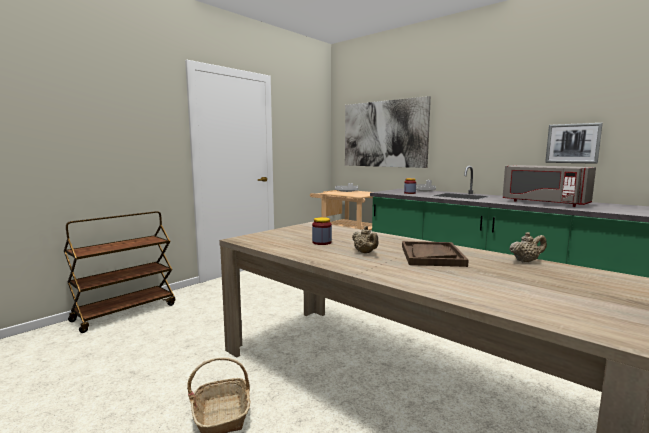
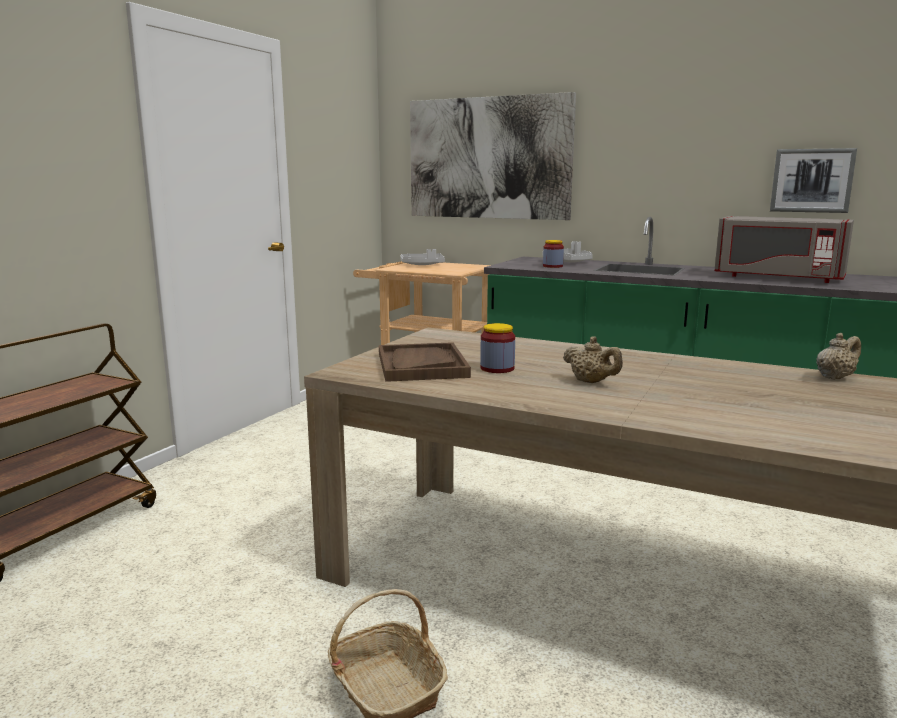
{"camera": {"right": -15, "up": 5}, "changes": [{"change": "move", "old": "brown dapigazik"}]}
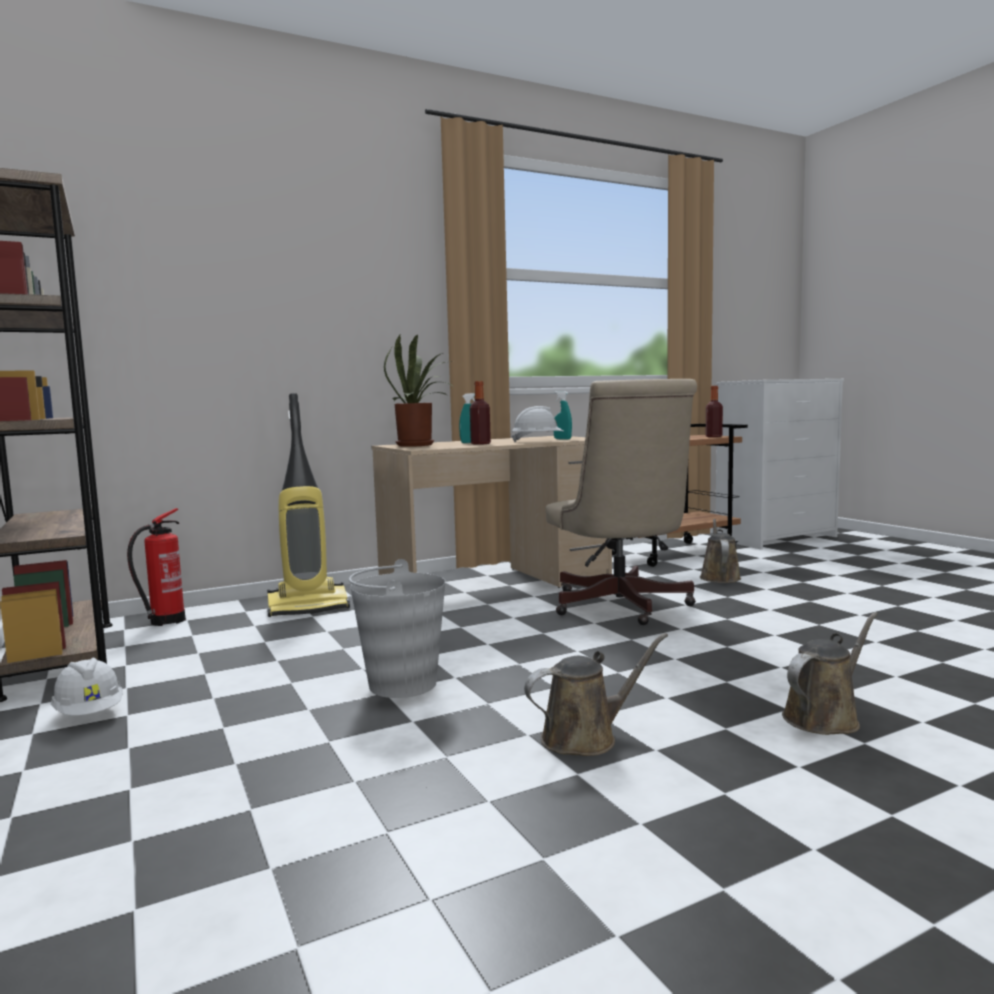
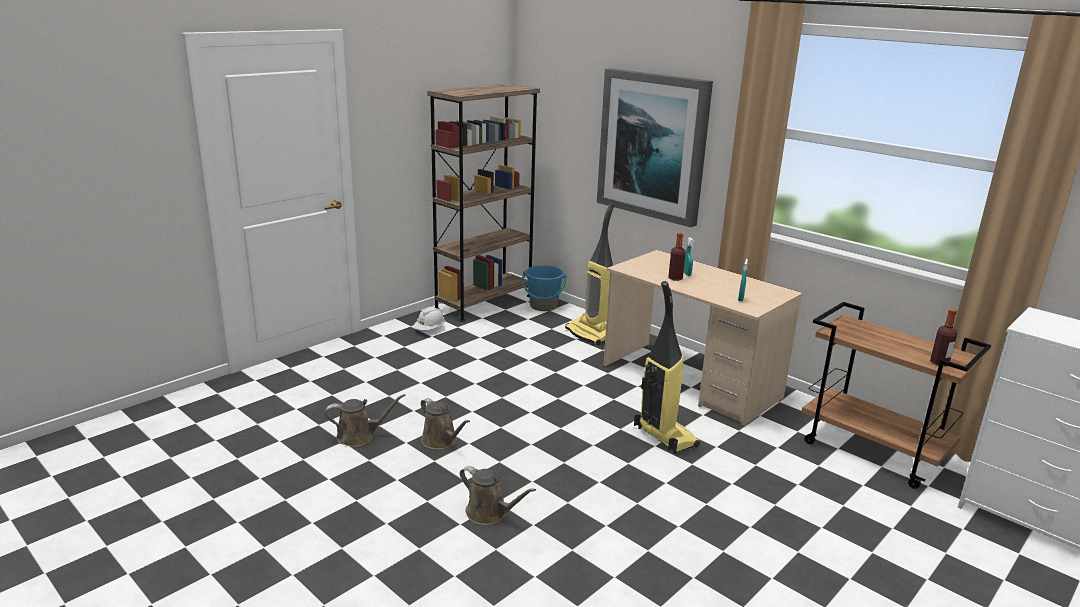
{"camera": {"right": 70, "up": 15}, "changes": [{"change": "delete", "old": "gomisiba"}, {"change": "replace", "old": "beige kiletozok", "new": "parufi (2nd from left)"}, {"change": "delete", "old": "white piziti (2nd from left)"}, {"change": "replace", "old": "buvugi", "new": "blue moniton"}, {"change": "move", "old": "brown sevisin (2nd from left in the first image)", "new": "brown sevisin (1st from left)"}, {"change": "delete", "old": "grey moniton"}, {"change": "insert", "new": "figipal"}]}
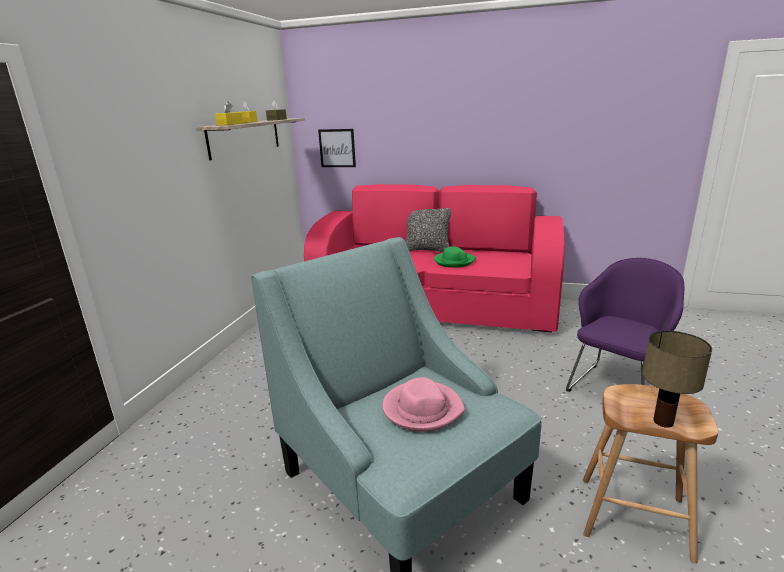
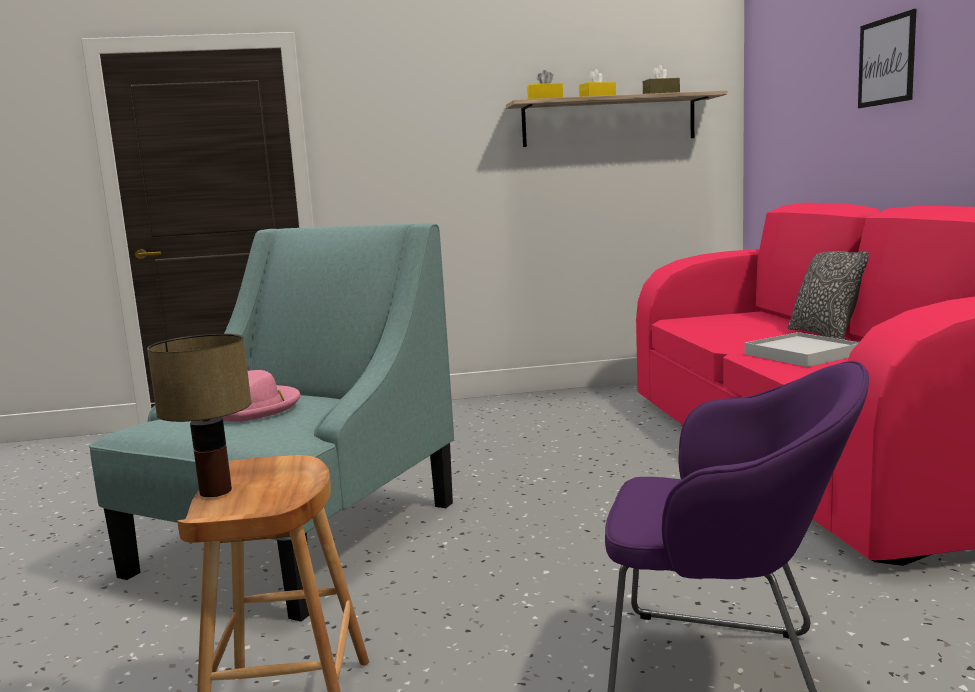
{"camera": {"right": 65, "up": -10}, "changes": [{"change": "move", "old": "figipal"}, {"change": "replace", "old": "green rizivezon", "new": "white dapigazik"}]}
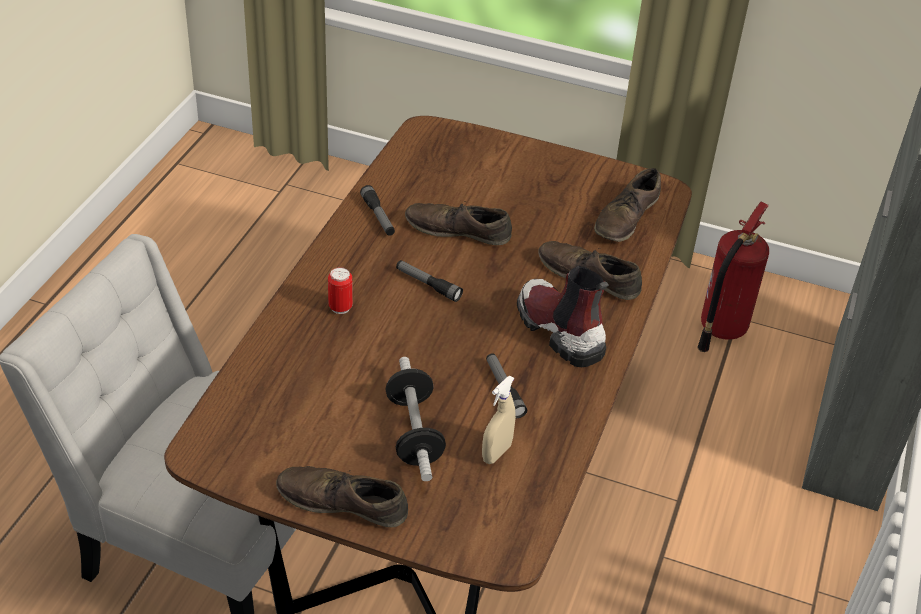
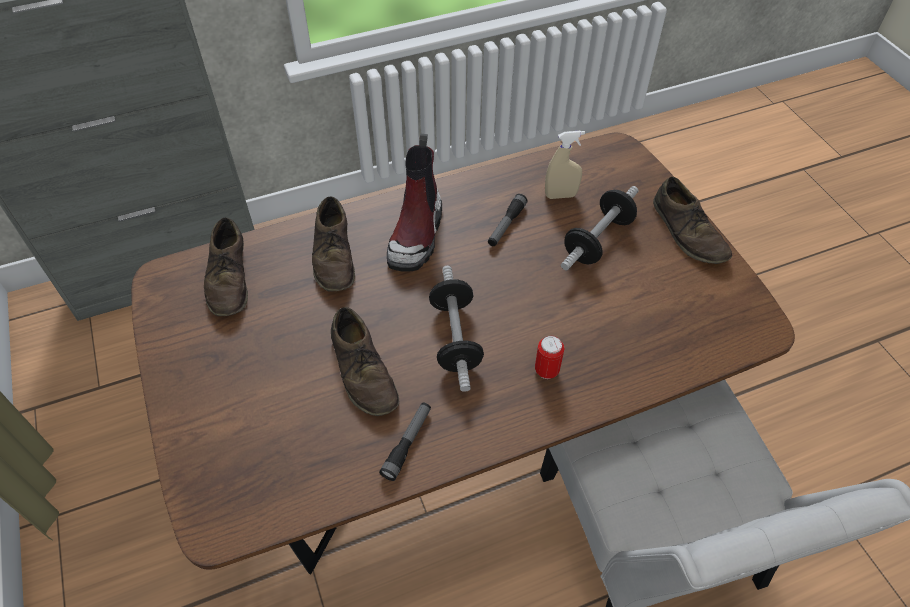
{"camera": {"right": -130, "up": 10}, "changes": [{"change": "rotate", "old": "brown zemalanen (4th from left in the first image)", "degrees": 90}, {"change": "delete", "old": "buvugi"}, {"change": "replace", "old": "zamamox (2nd from left)", "new": "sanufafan (1st from left)"}]}
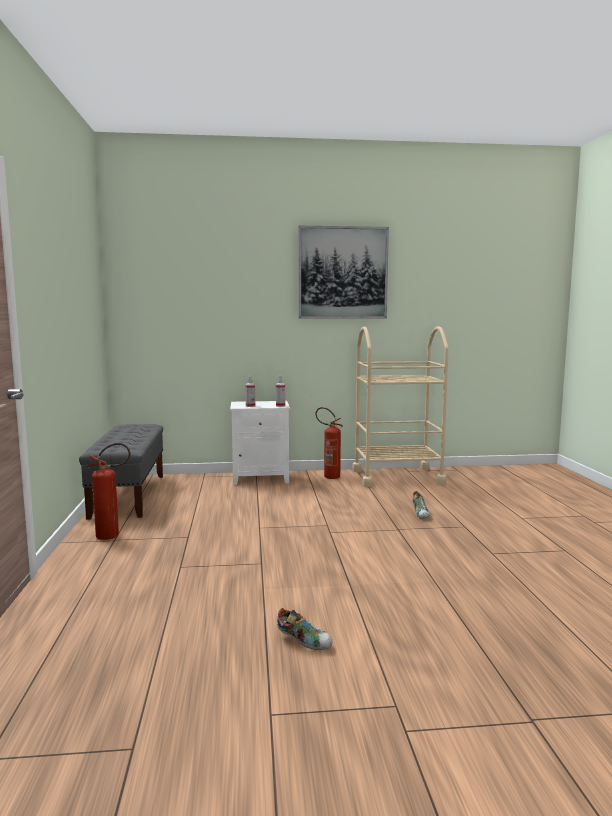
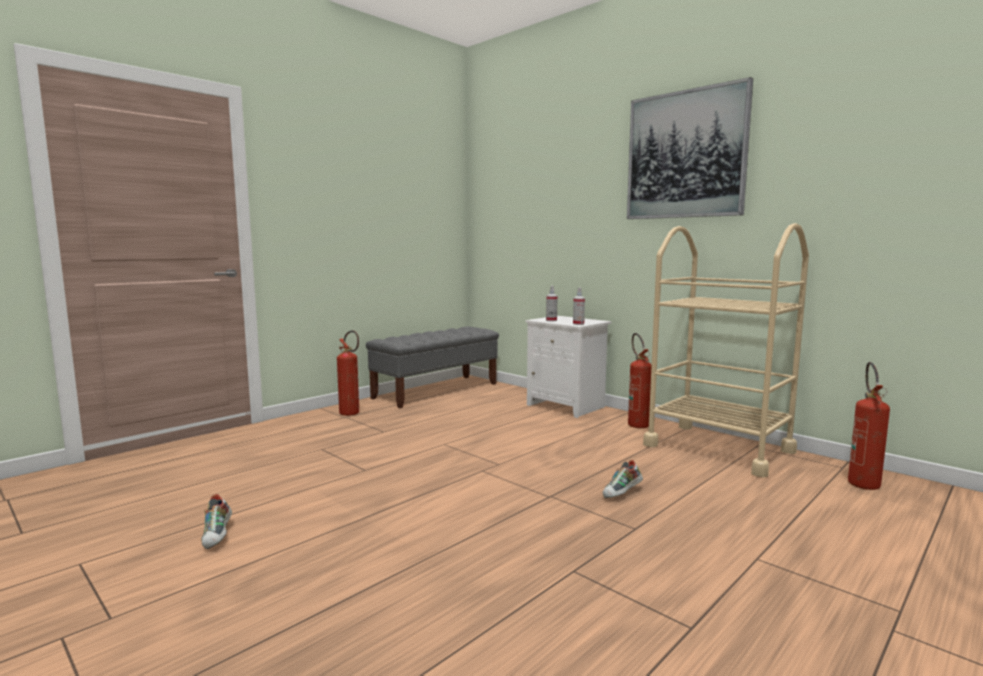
{"camera": {"right": 50, "up": 0}, "changes": [{"change": "insert", "new": "buvugi (3rd from left)"}]}
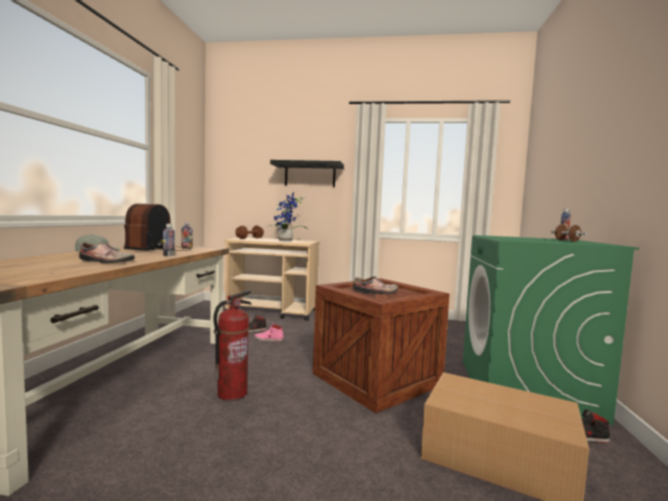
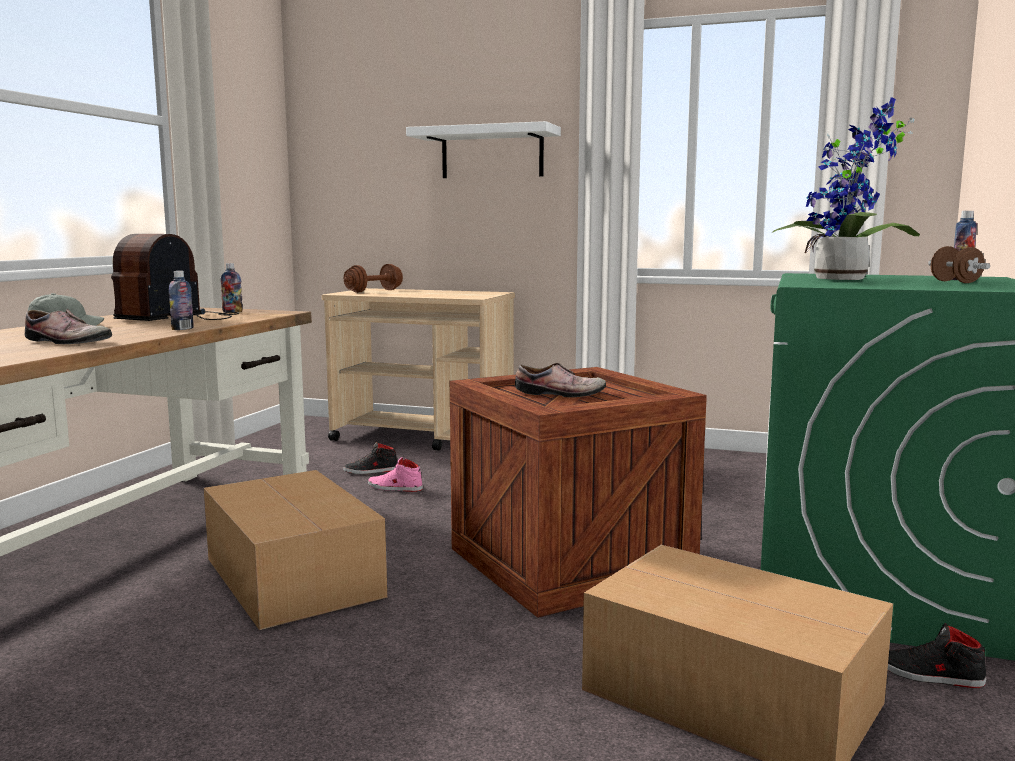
{"camera": {"right": 10, "up": 5}, "changes": [{"change": "recolor", "old": "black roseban", "new": "white roseban"}, {"change": "move", "old": "gomisiba"}, {"change": "replace", "old": "buvugi", "new": "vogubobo (1st from left)"}]}
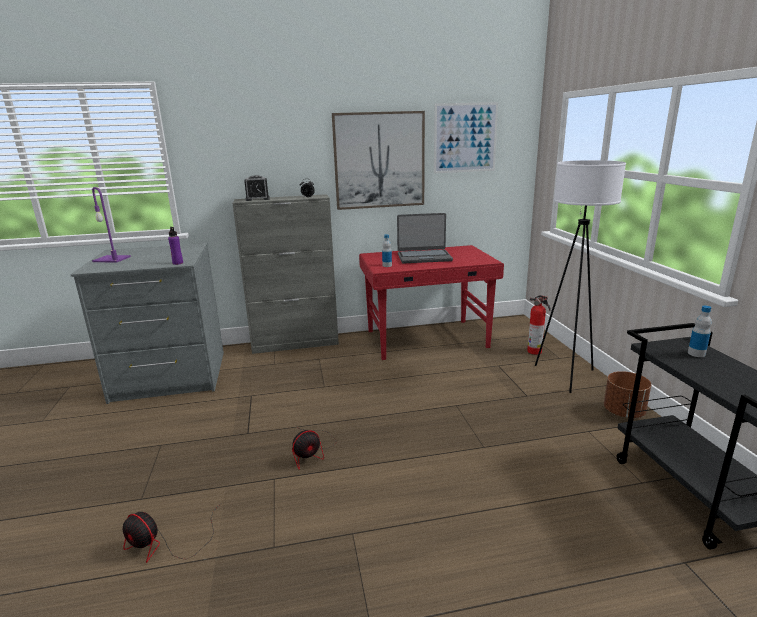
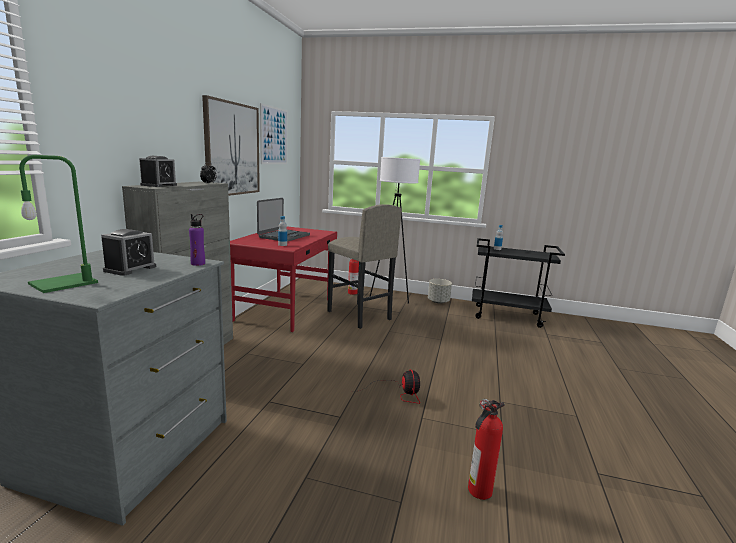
{"camera": {"right": -65, "up": -5}, "changes": [{"change": "recolor", "old": "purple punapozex", "new": "green punapozex"}, {"change": "recolor", "old": "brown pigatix", "new": "grey pigatix"}, {"change": "replace", "old": "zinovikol (1st from left)", "new": "buvugi (2nd from left)"}, {"change": "insert", "new": "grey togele"}, {"change": "insert", "new": "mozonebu (1st from left)"}]}
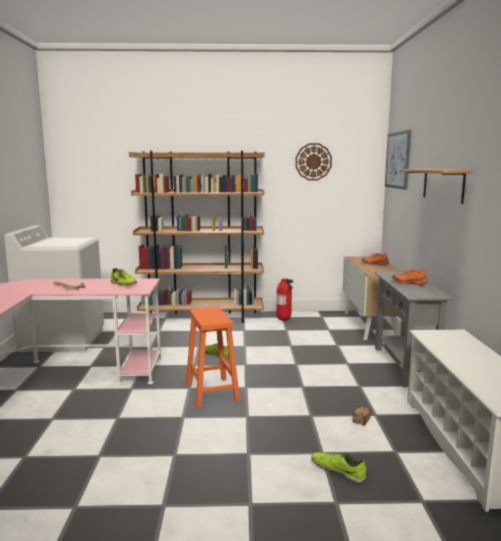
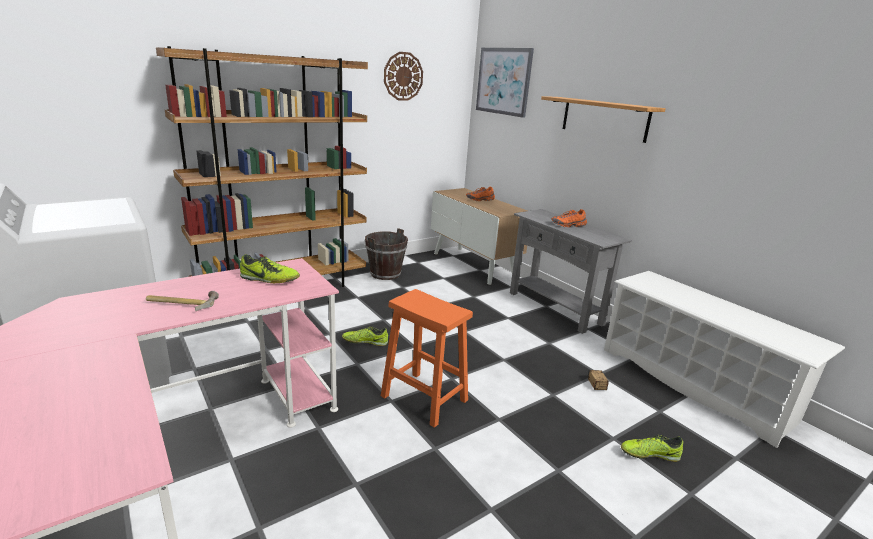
{"camera": {"right": -35, "up": 10}, "changes": [{"change": "replace", "old": "buvugi", "new": "brown moniton"}]}
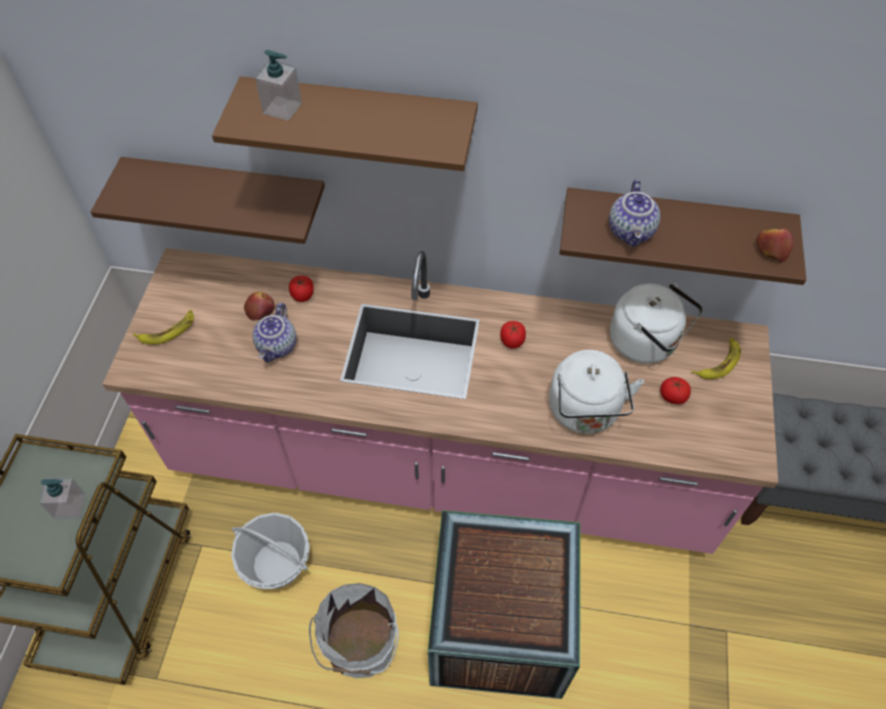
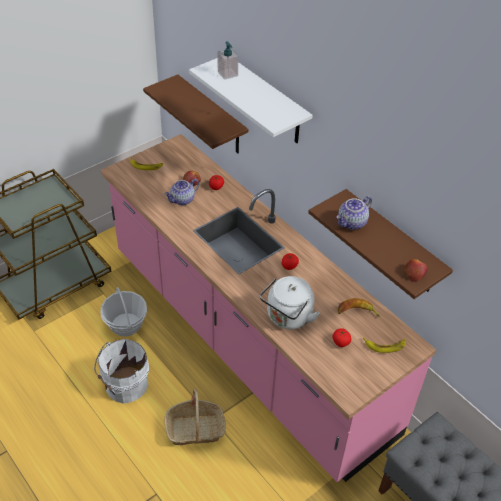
{"camera": {"right": 40, "up": -10}, "changes": [{"change": "recolor", "old": "brown roseban (2nd from left)", "new": "white roseban"}, {"change": "replace", "old": "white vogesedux (2nd from left)", "new": "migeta (2nd from left)"}, {"change": "delete", "old": "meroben (1st from left)"}, {"change": "replace", "old": "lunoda", "new": "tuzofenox (2nd from left)"}]}
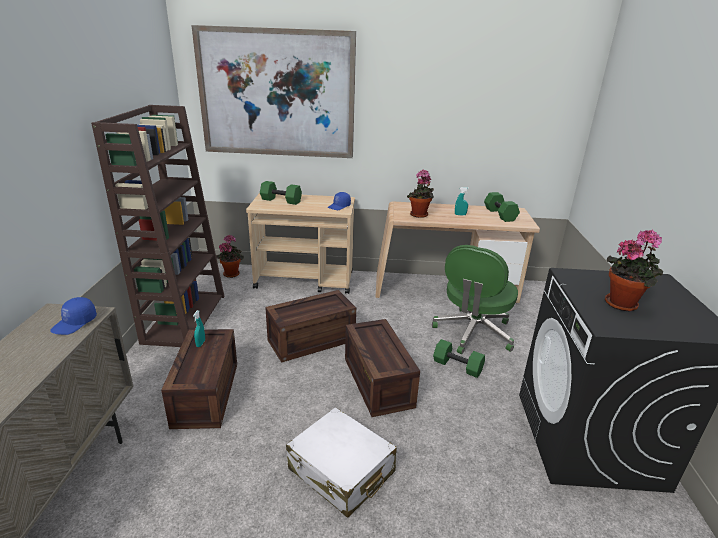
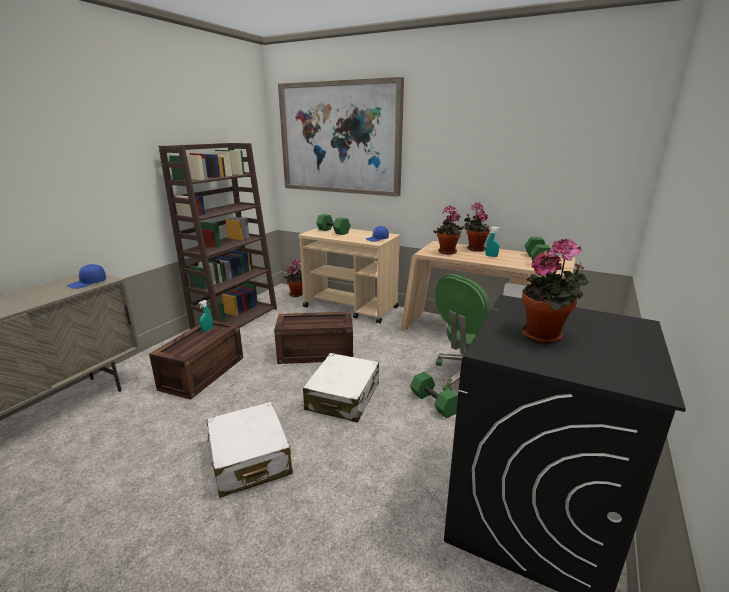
{"camera": {"right": 25, "up": -5}, "changes": [{"change": "replace", "old": "lunoda (3rd from left)", "new": "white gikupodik (2nd from left)"}, {"change": "insert", "new": "gomisiba (3rd from left)"}]}
